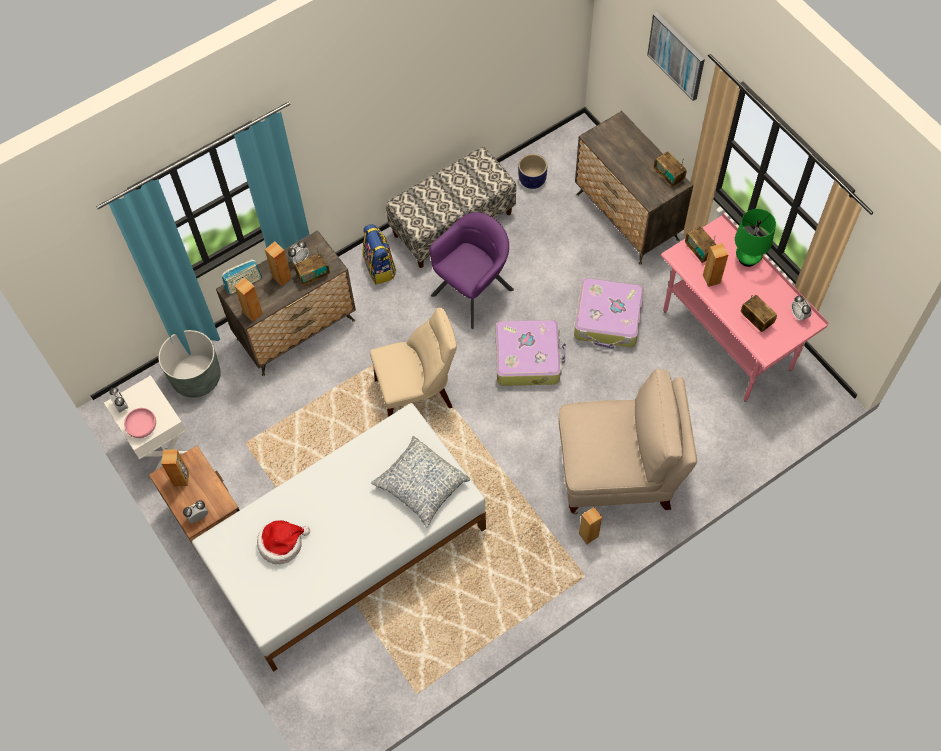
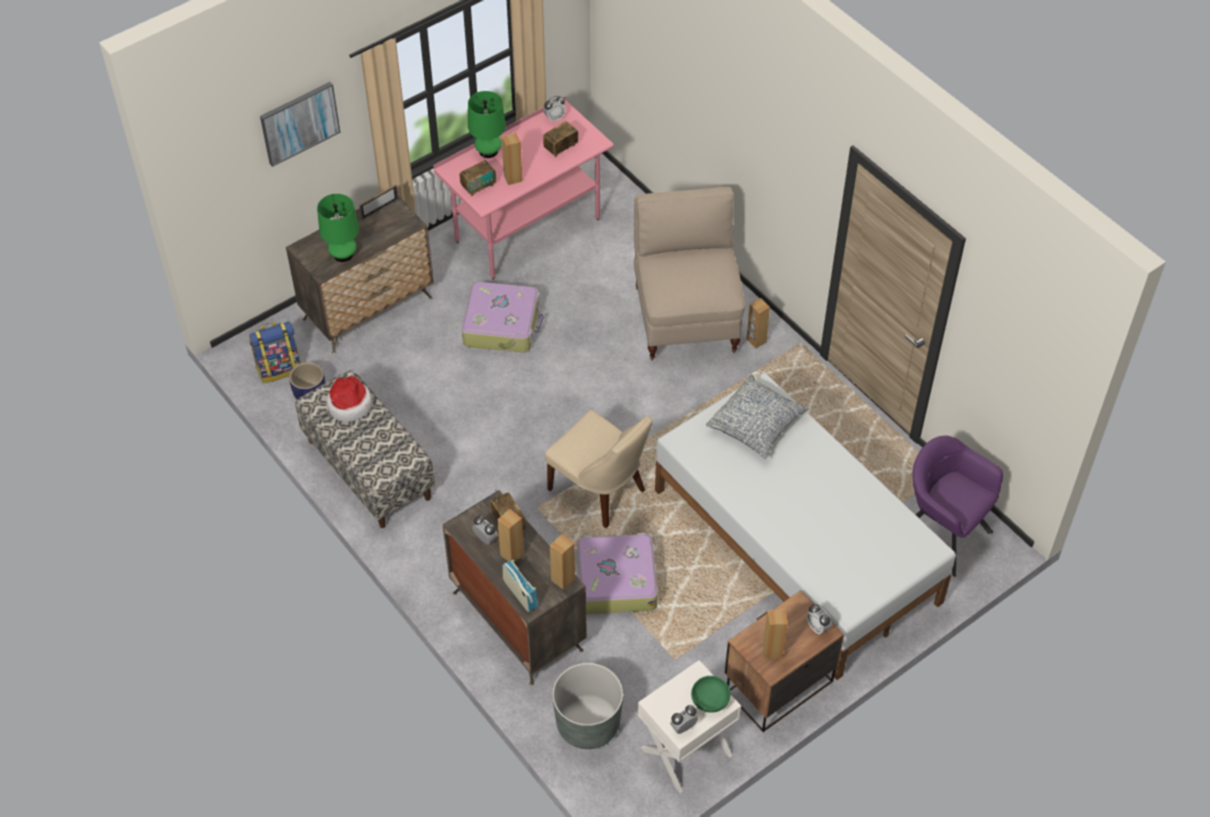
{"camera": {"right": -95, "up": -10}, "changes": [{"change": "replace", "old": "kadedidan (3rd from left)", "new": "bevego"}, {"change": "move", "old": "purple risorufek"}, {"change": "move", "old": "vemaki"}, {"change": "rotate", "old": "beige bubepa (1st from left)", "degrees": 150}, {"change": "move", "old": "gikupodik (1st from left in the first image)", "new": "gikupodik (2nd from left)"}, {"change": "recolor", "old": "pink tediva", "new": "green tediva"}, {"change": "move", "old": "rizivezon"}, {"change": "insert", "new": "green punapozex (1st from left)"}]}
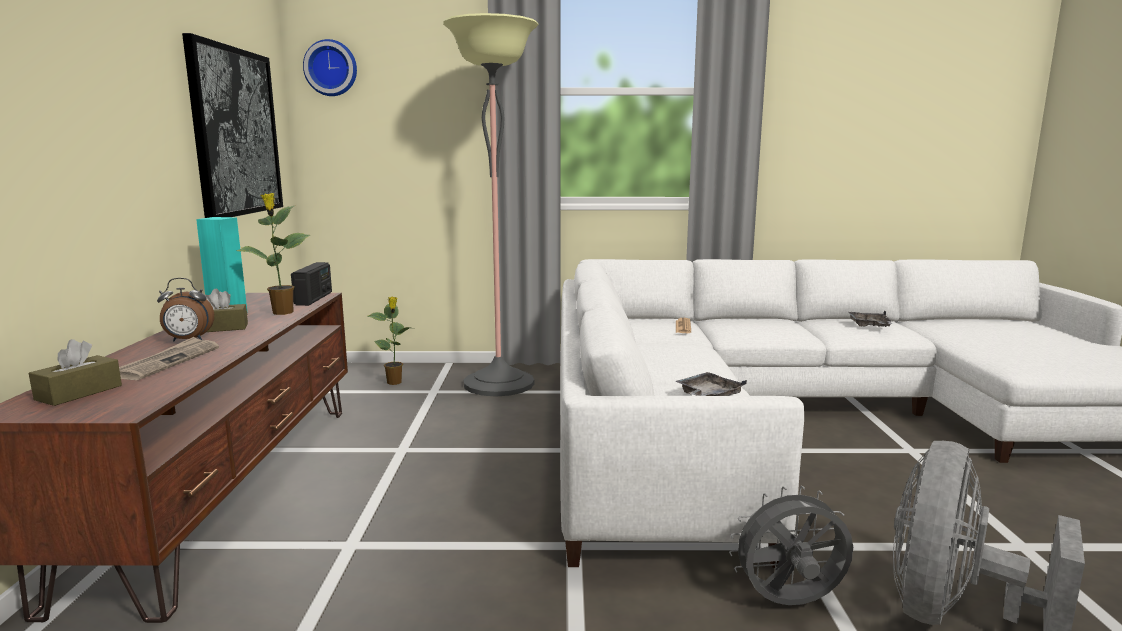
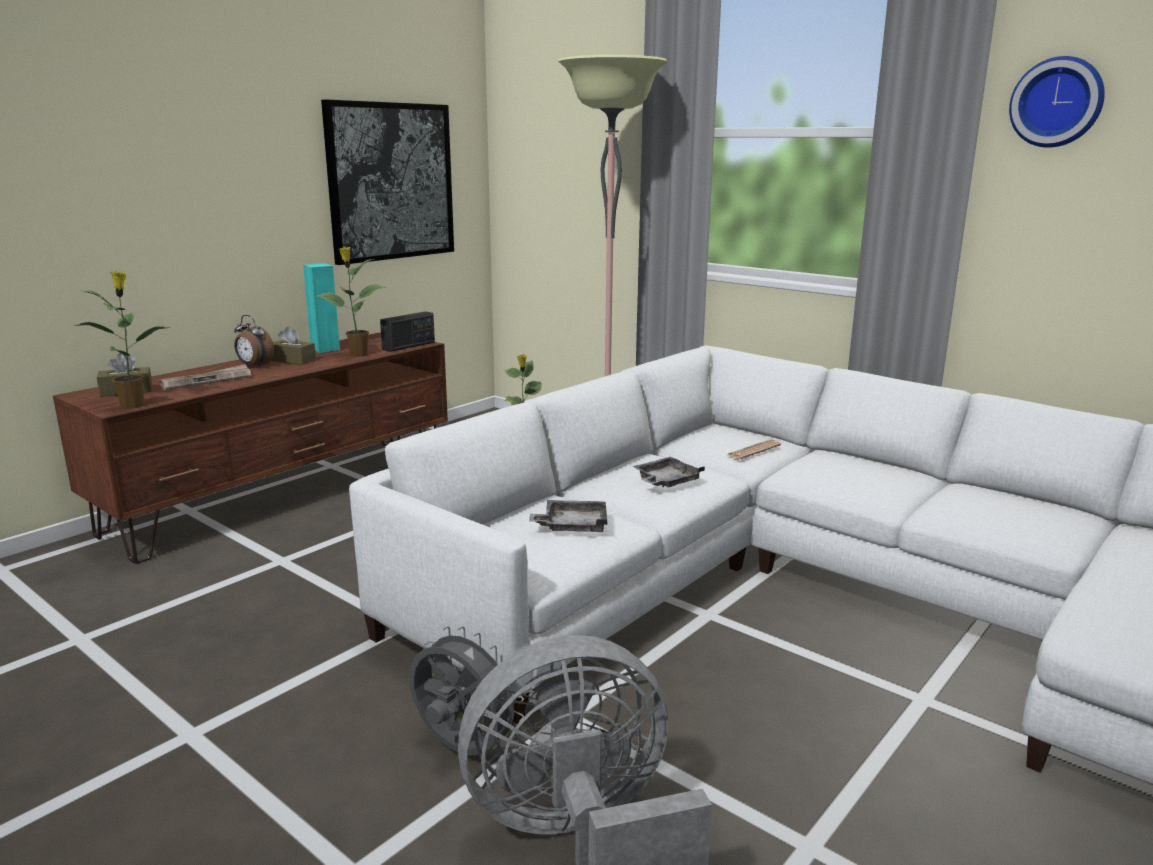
{"camera": {"right": 40, "up": 5}, "changes": [{"change": "move", "old": "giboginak"}, {"change": "move", "old": "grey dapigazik (2nd from left)"}, {"change": "insert", "new": "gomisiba (1st from left)"}]}
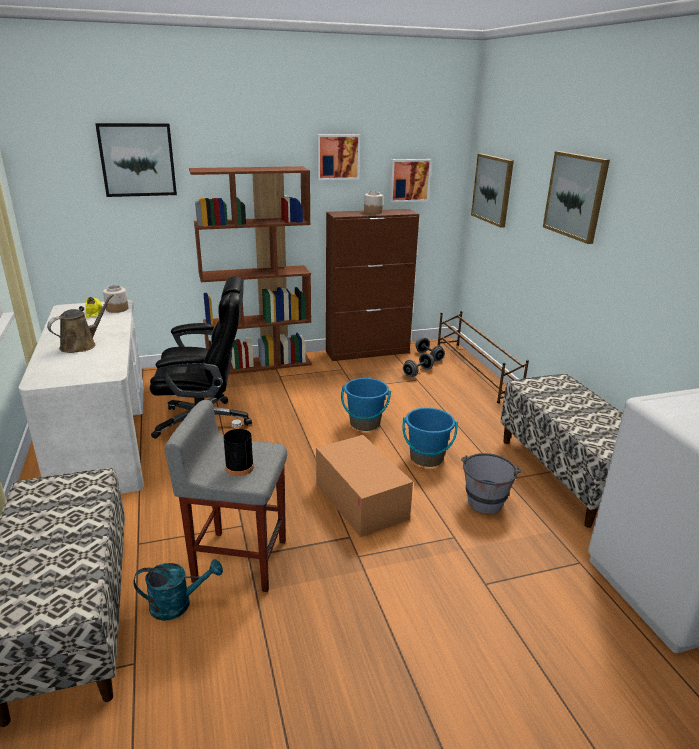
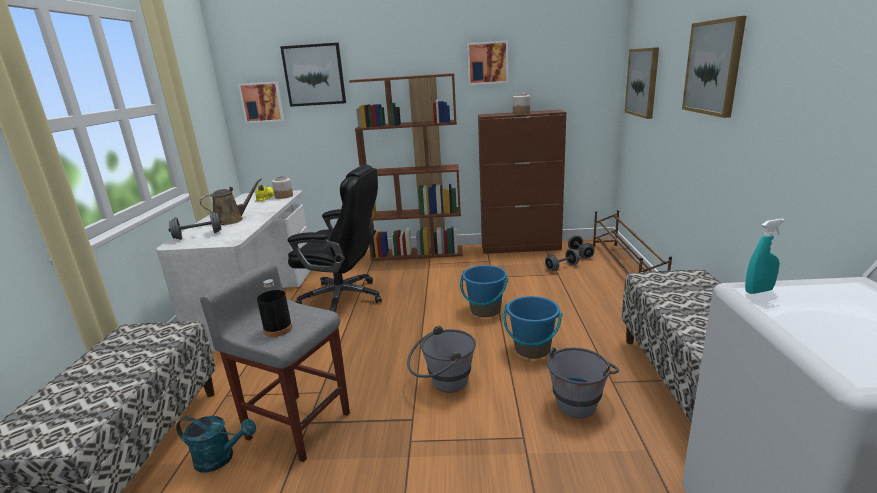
{"camera": {"right": 20, "up": -5}, "changes": [{"change": "move", "old": "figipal (3rd from left in the first image)", "new": "figipal (1st from left)"}, {"change": "replace", "old": "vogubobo", "new": "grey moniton (1st from left)"}, {"change": "insert", "new": "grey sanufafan (1st from left)"}, {"change": "insert", "new": "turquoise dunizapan"}]}
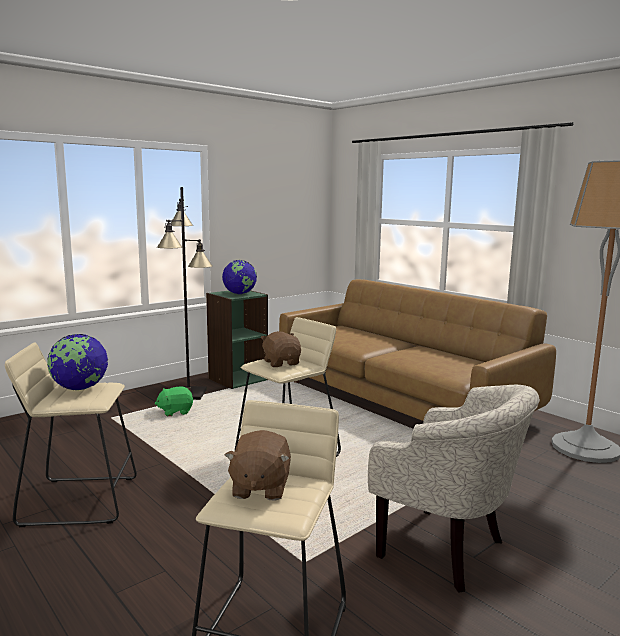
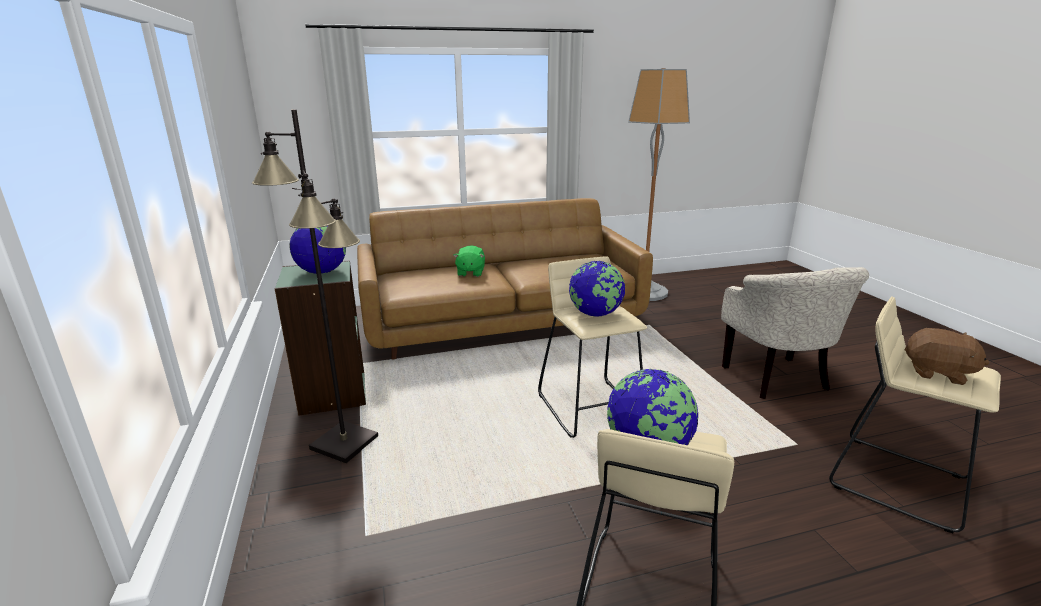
{"camera": {"right": -65, "up": 10}, "changes": [{"change": "replace", "old": "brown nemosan (2nd from left)", "new": "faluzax (2nd from left)"}, {"change": "rotate", "old": "beige risorufek", "degrees": 105}, {"change": "move", "old": "green nemosan"}]}
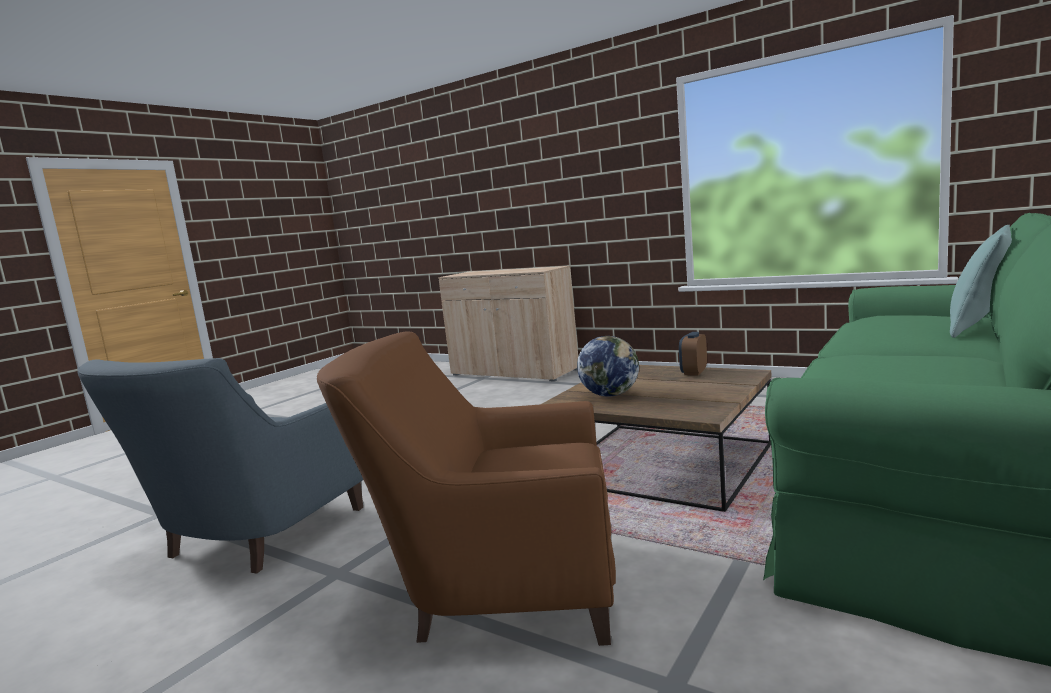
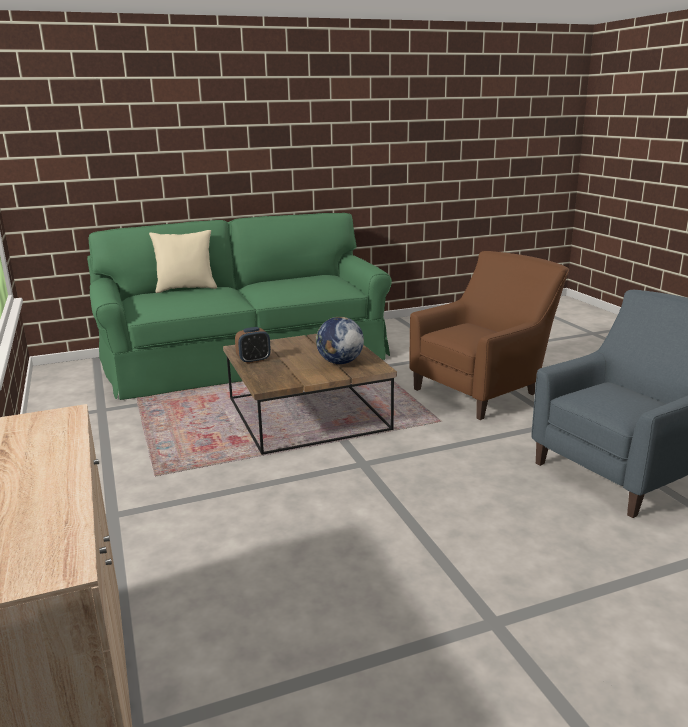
{"camera": {"right": -145, "up": 10}, "changes": [{"change": "recolor", "old": "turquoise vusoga", "new": "beige vusoga"}, {"change": "rotate", "old": "brown risorufek", "degrees": -75}]}
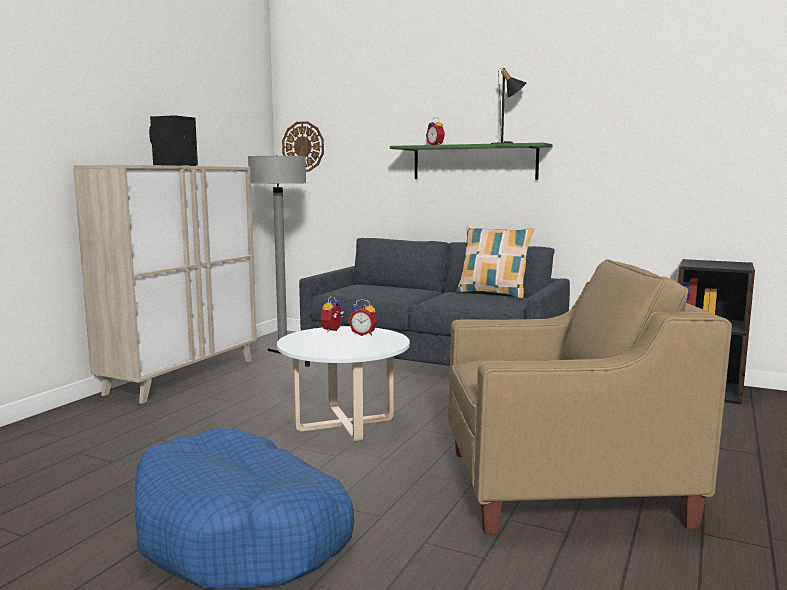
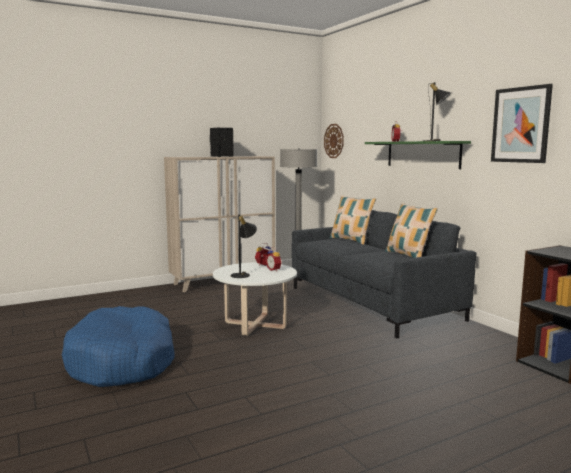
{"camera": {"right": 35, "up": 0}, "changes": [{"change": "delete", "old": "beige risorufek"}, {"change": "insert", "new": "figipal"}, {"change": "insert", "new": "vusoga (1st from left)"}, {"change": "insert", "new": "black punapozex (1st from left)"}]}
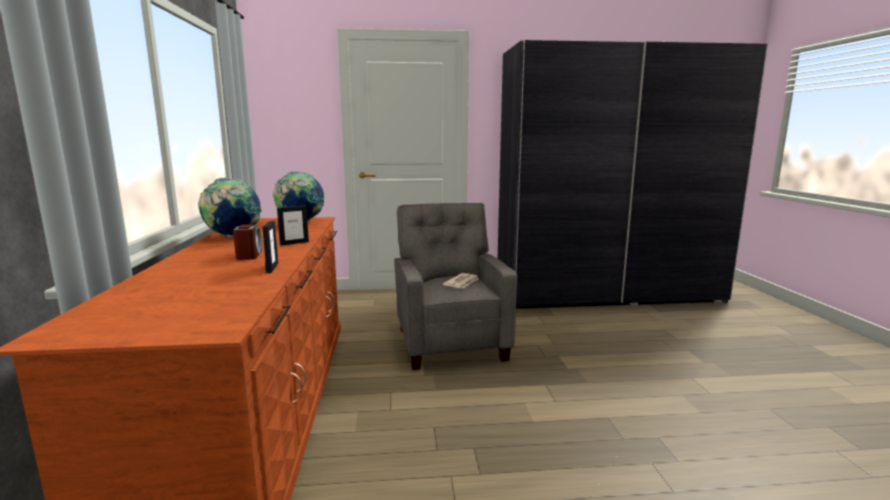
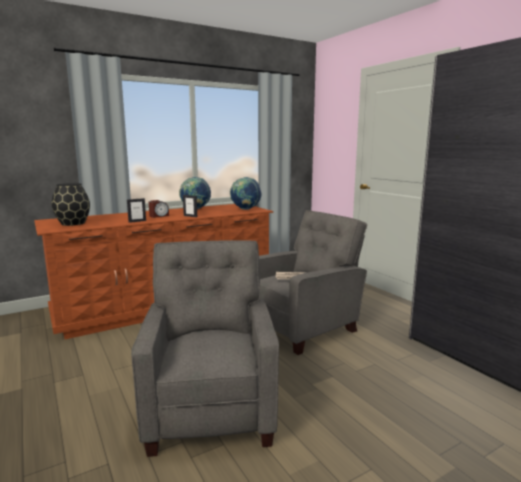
{"camera": {"right": 65, "up": 0}, "changes": [{"change": "insert", "new": "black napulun"}, {"change": "insert", "new": "grey risorufek (1st from left)"}]}
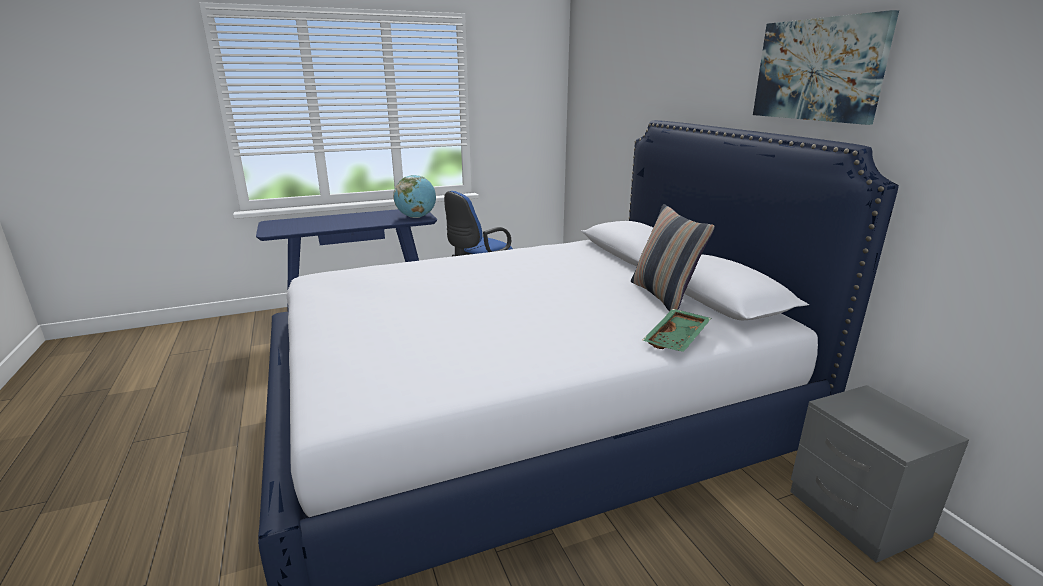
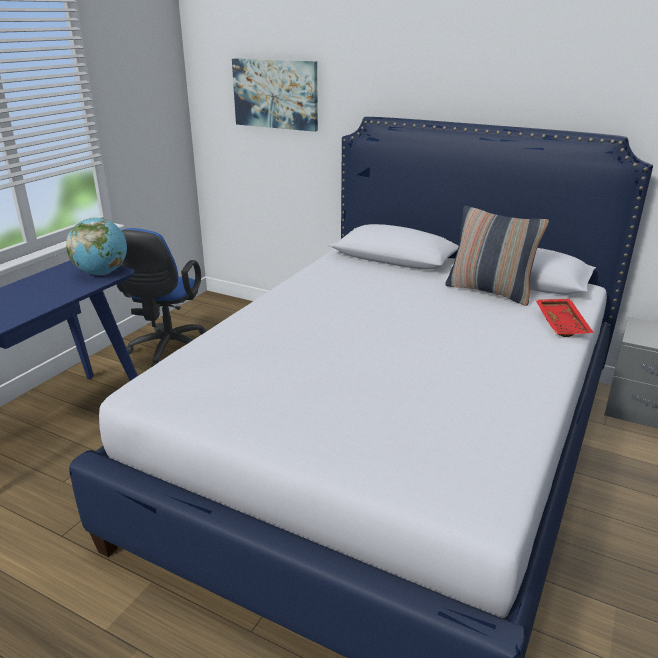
{"camera": {"right": -40, "up": 5}, "changes": [{"change": "move", "old": "figipal"}, {"change": "recolor", "old": "green dapigazik", "new": "red dapigazik"}]}
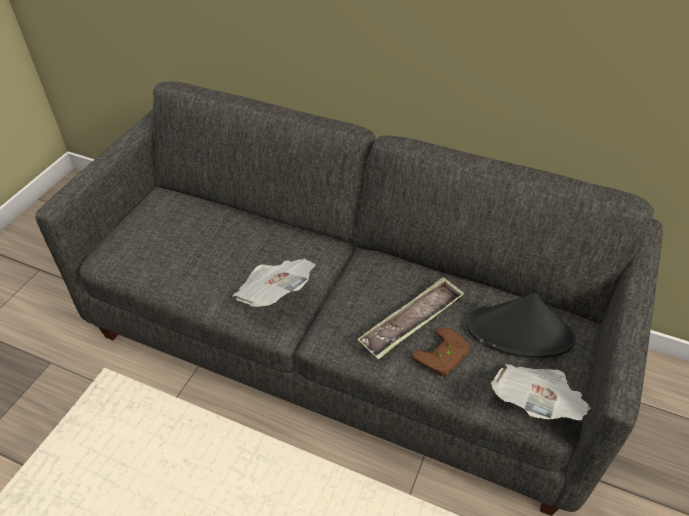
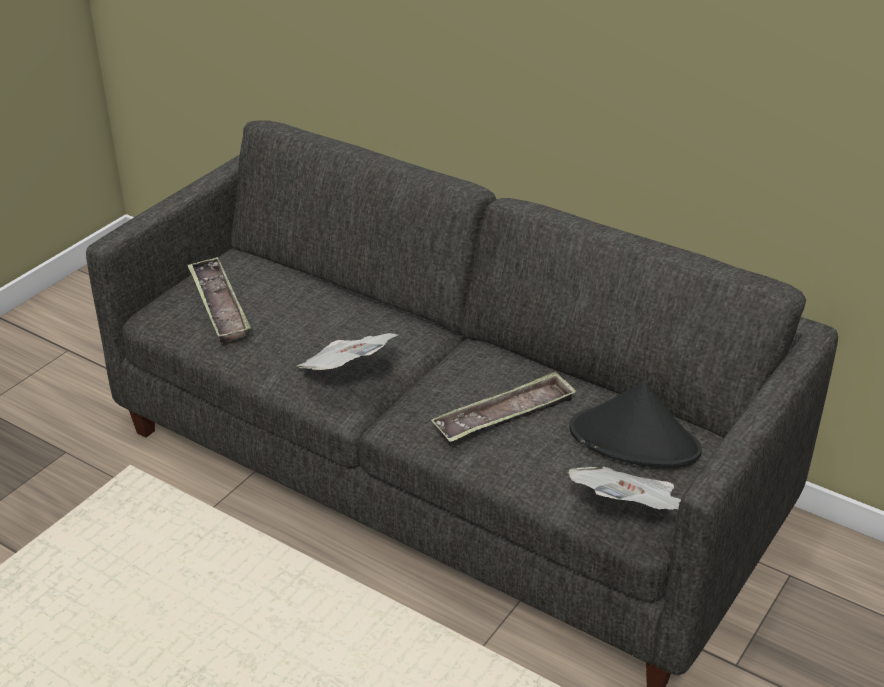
{"camera": {"right": 10, "up": -10}, "changes": [{"change": "delete", "old": "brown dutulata"}, {"change": "insert", "new": "dapigazik (1st from left)"}]}
